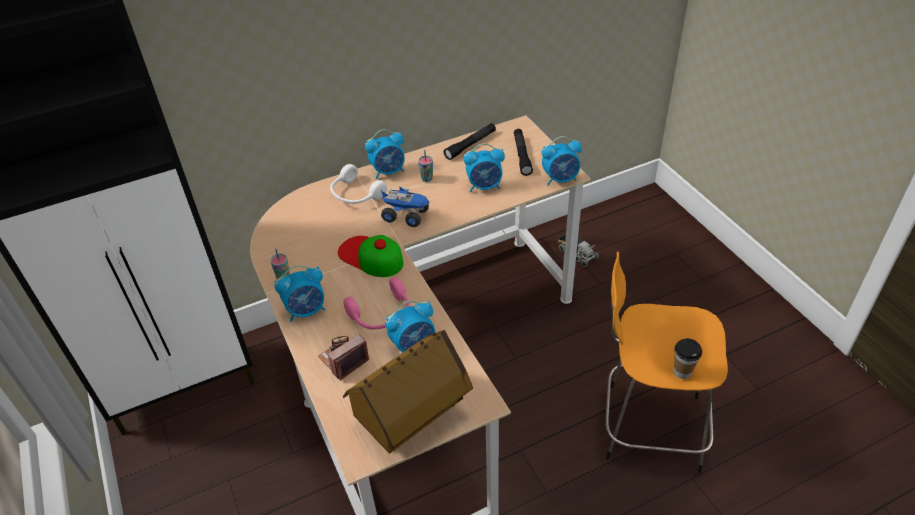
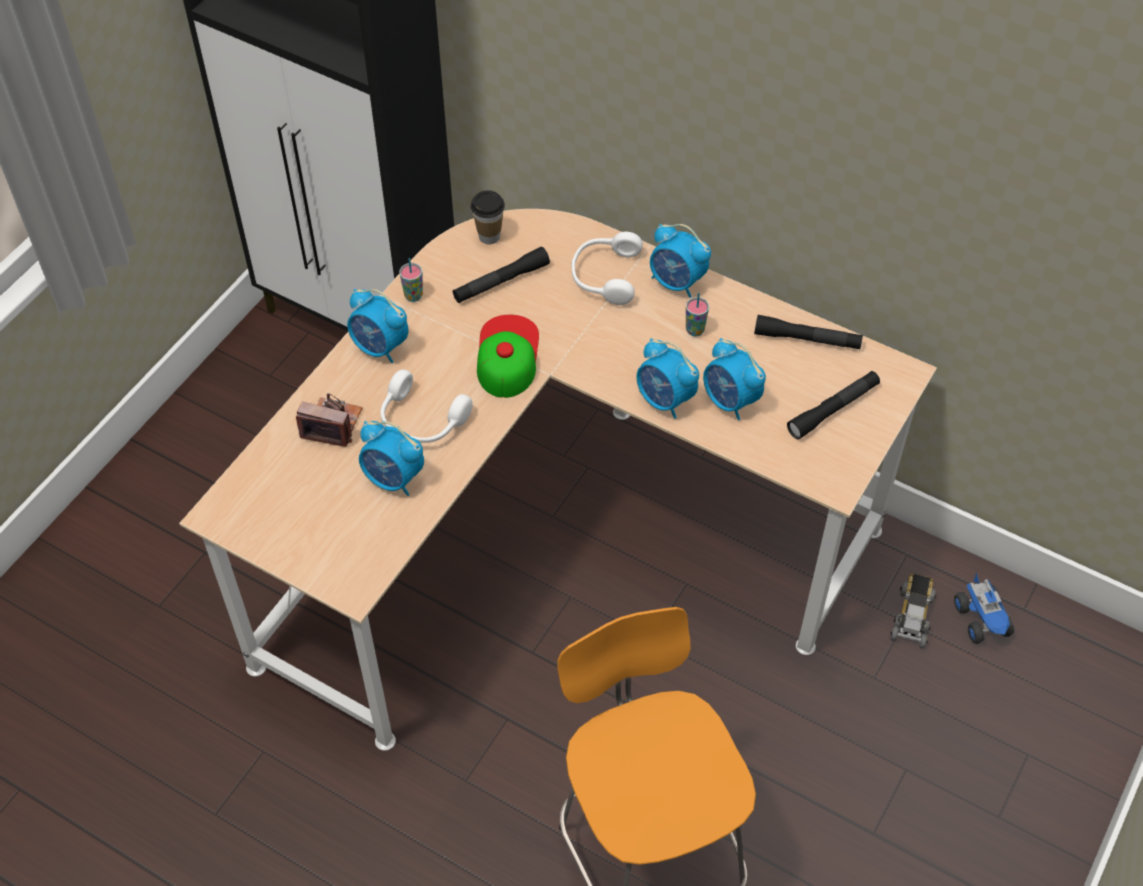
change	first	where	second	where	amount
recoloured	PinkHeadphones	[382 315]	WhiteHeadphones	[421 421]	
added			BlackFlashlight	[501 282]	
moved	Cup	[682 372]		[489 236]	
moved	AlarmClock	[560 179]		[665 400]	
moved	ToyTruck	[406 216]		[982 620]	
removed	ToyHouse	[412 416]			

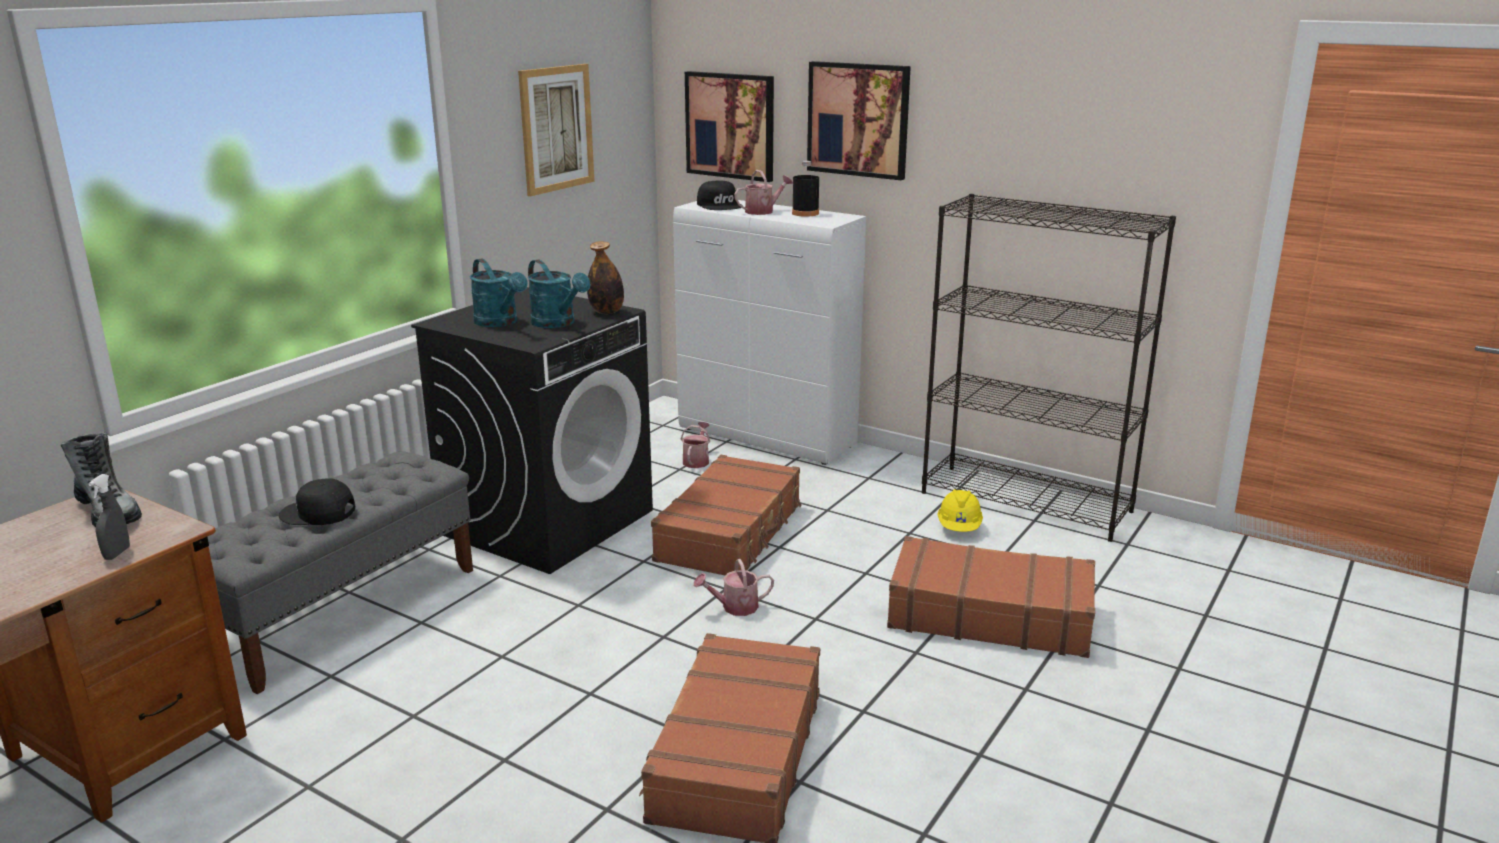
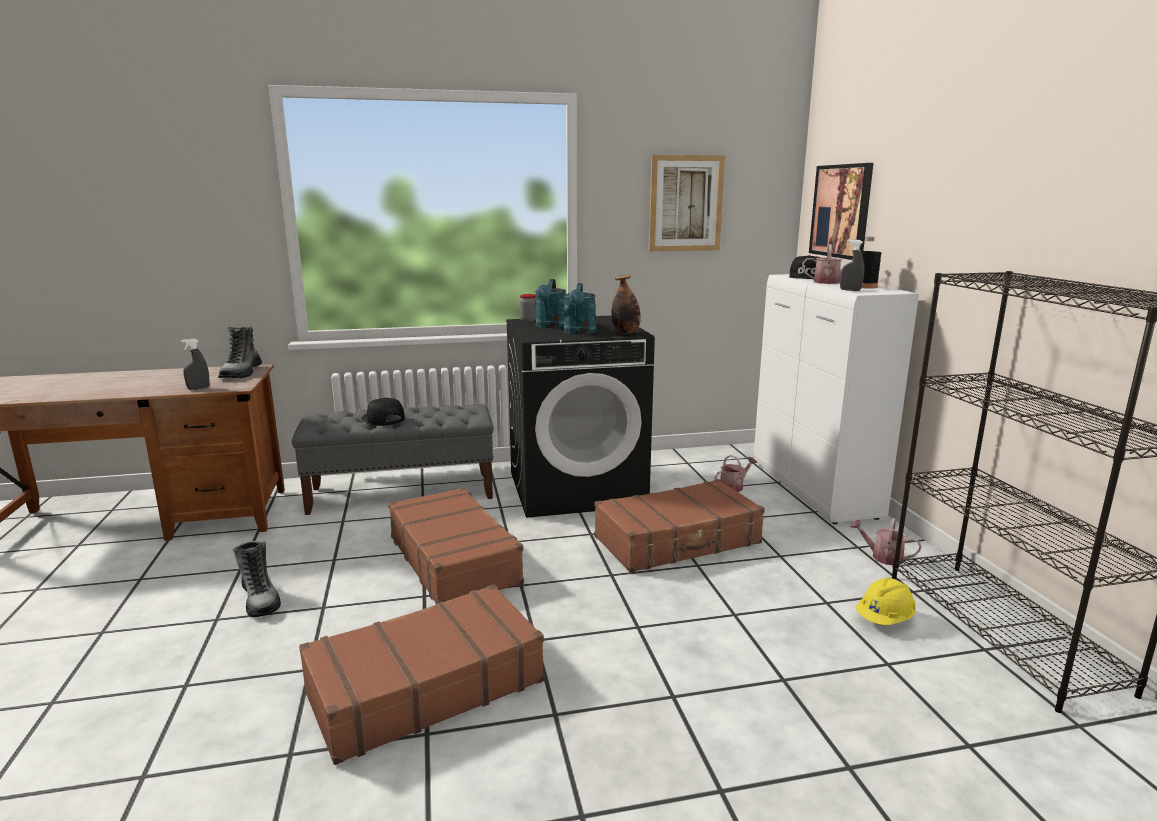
change	first	where	second	where	amount
added			Boot	[260 599]	
moved	BrownSuitcase	[989 615]		[454 559]	
added			Jar	[528 320]	
added			GreySprayBottle	[850 290]	
moved	WateringCan	[734 607]		[882 557]	
removed	Picture	[858 119]			

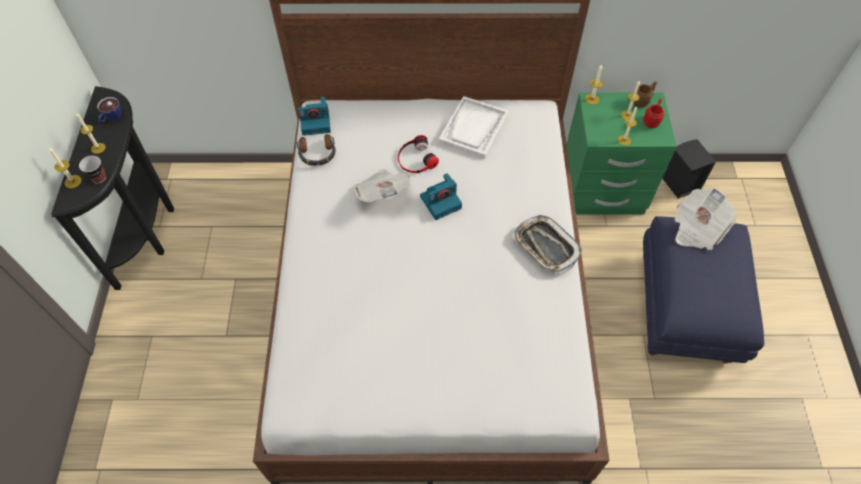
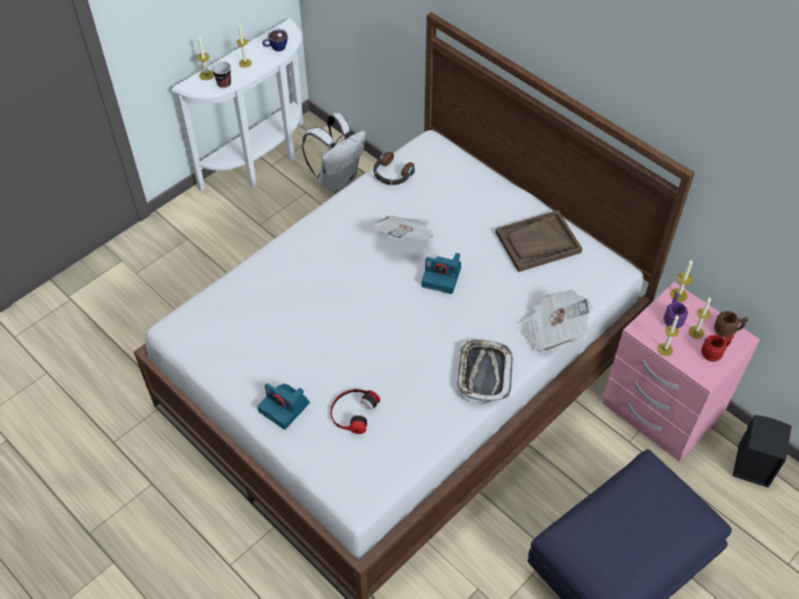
change	first	where	second	where	amount
recoloured	BlackConsoleTable	[149 230]	WhiteConsoleTable	[262 162]	
moved	PhotoCamera	[316 122]		[285 407]	
added			WhiteBackpack	[337 179]	
moved	Headphones	[416 159]		[352 412]	
recoloured	WhiteTray	[474 129]	BrownTray	[537 243]	
moved	Newspaper	[697 228]		[551 331]	
recoloured	GreenNightstand	[601 191]	PinkNightstand	[660 410]	
added			PurpleMug	[672 319]	

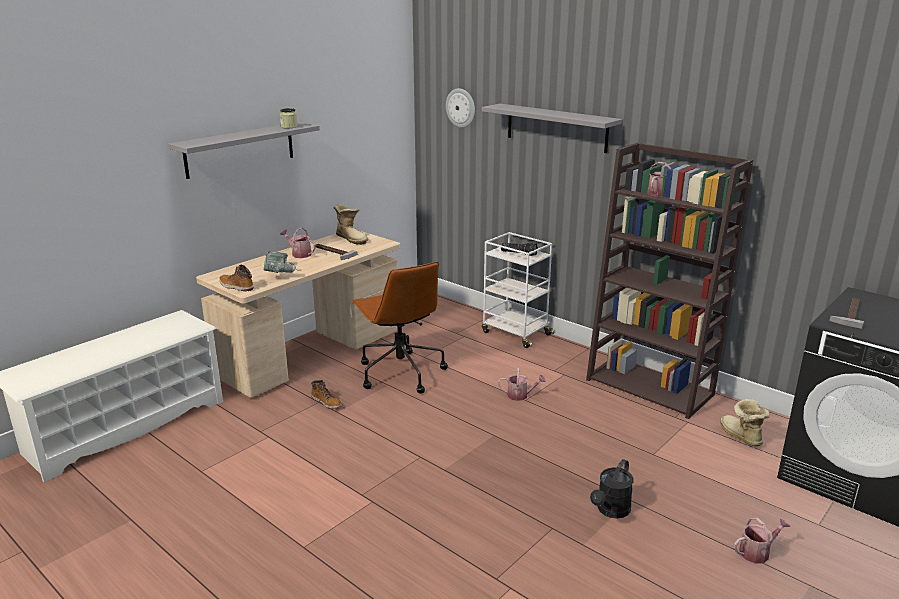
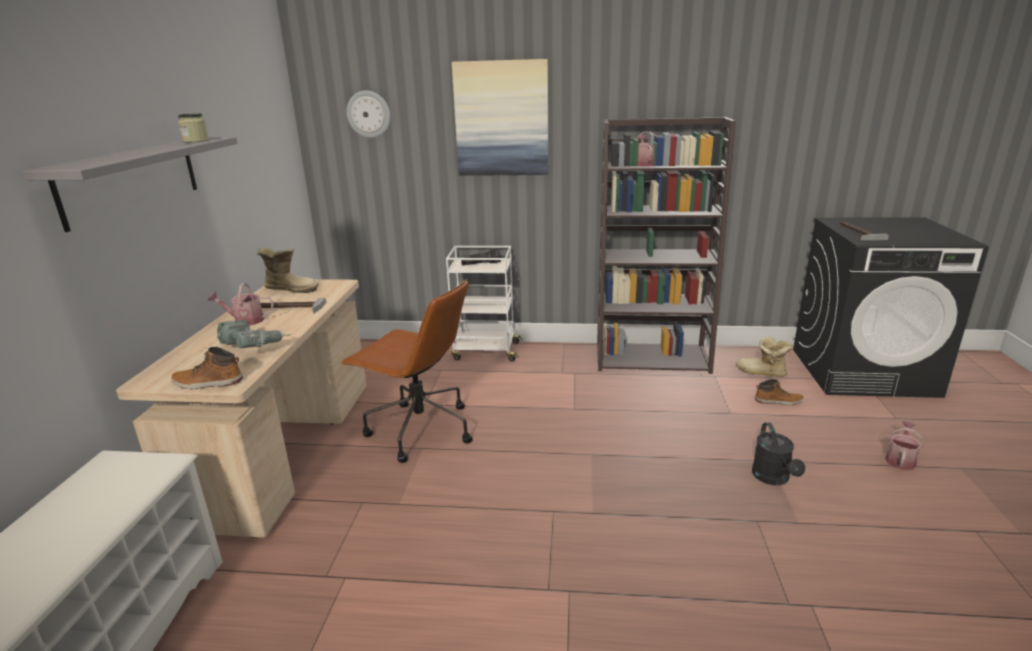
change	first	where	second	where	amount
replaced	GreyShelf	[556 127]	Picture	[501 119]	
moved	Boot	[327 402]		[778 401]	
removed	WateringCan	[520 395]			

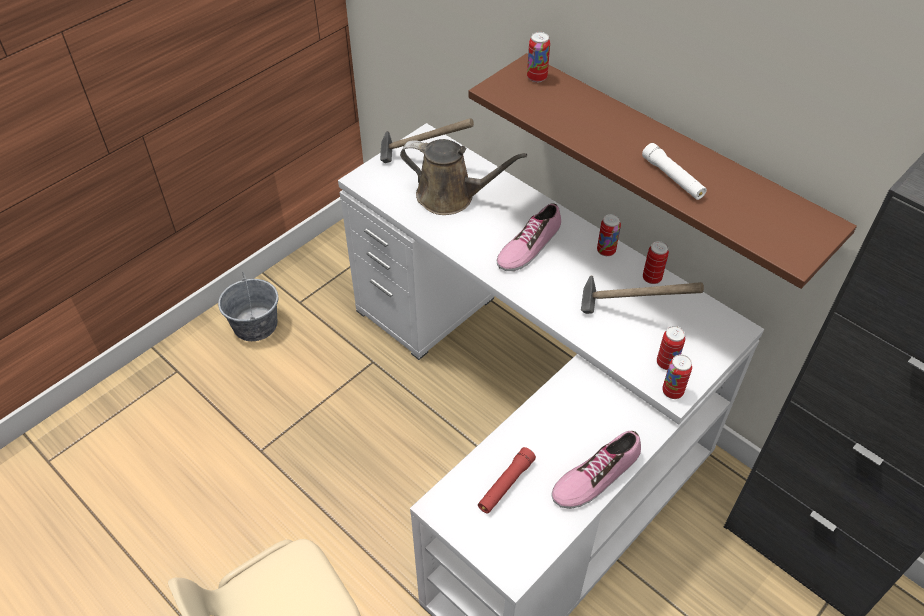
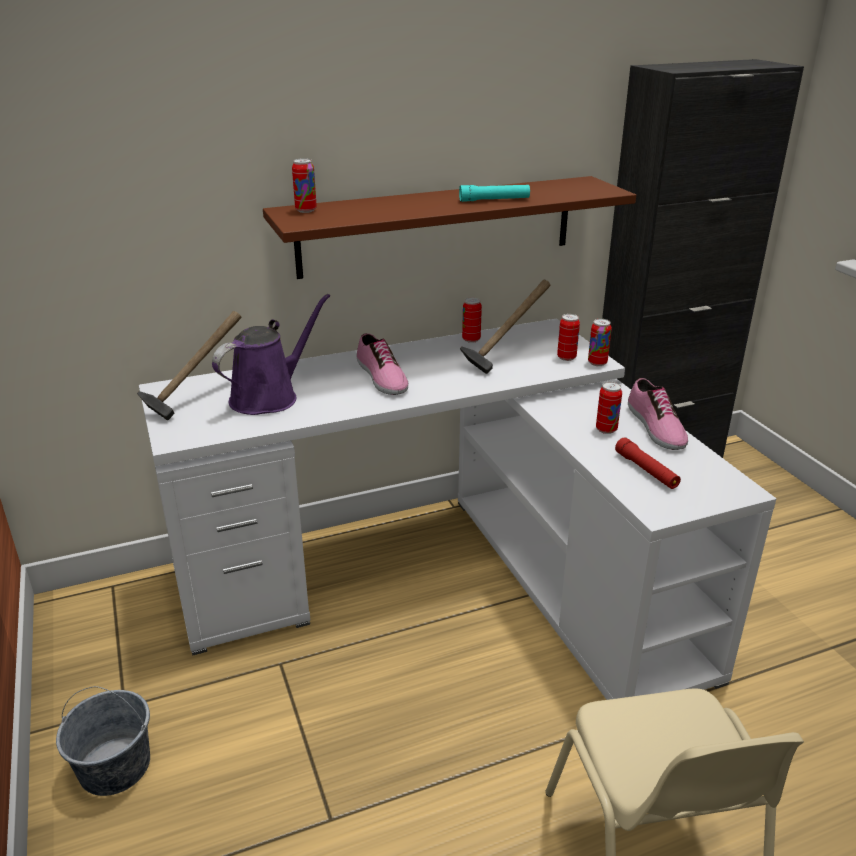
change	first	where	second	where	amount
recoloured	BrownWateringCan	[451 196]	PurpleWateringCan	[269 397]	
recoloured	WhiteFlashlight	[672 178]	TurquoiseFlashlight	[494 200]	
moved	Can	[606 251]		[606 429]	

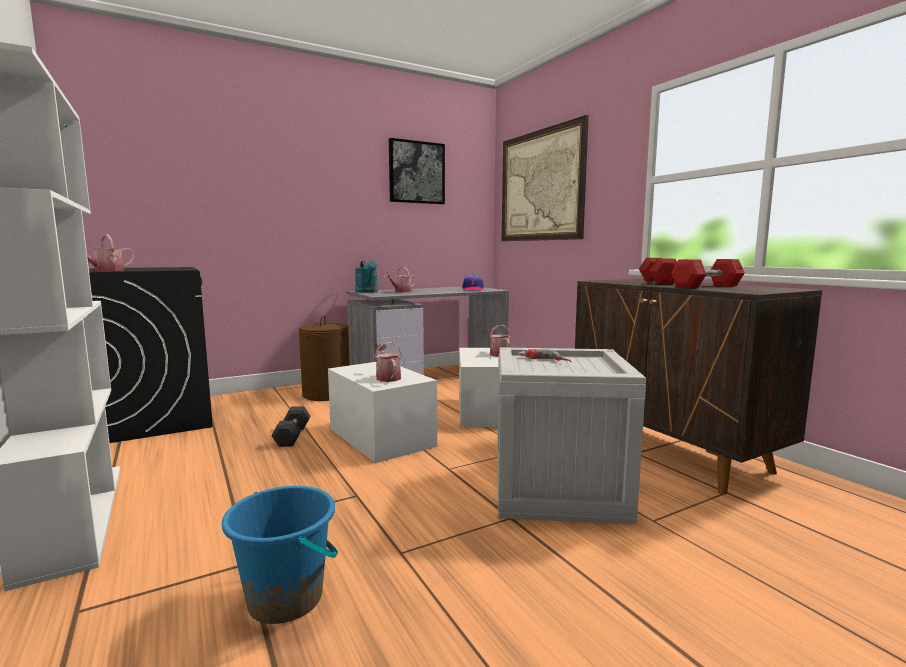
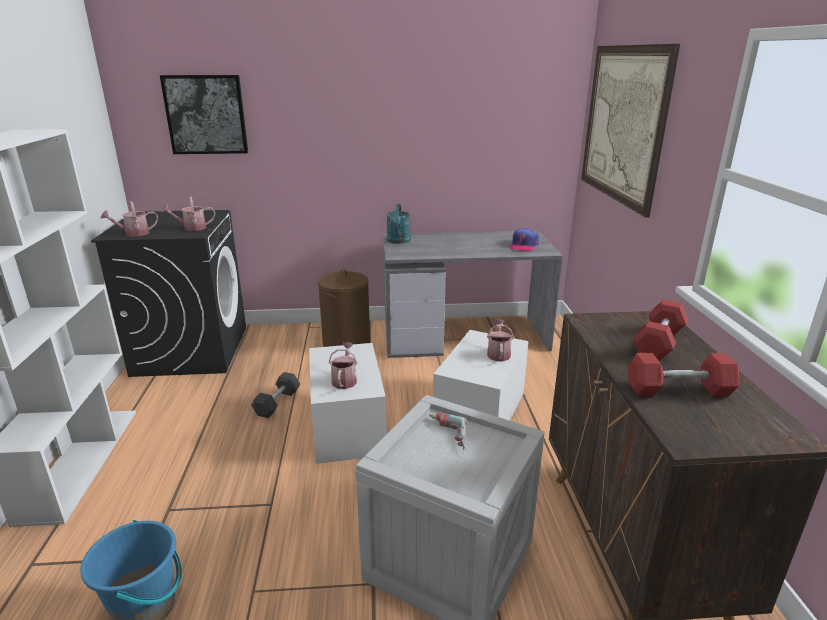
change	first	where	second	where	amount
moved	Picture	[416 172]		[206 115]	
moved	WateringCan	[401 291]		[191 228]	

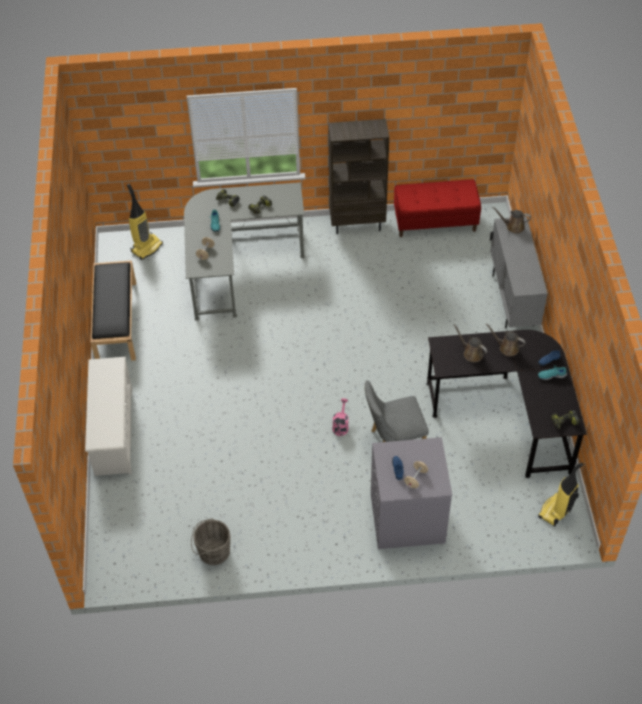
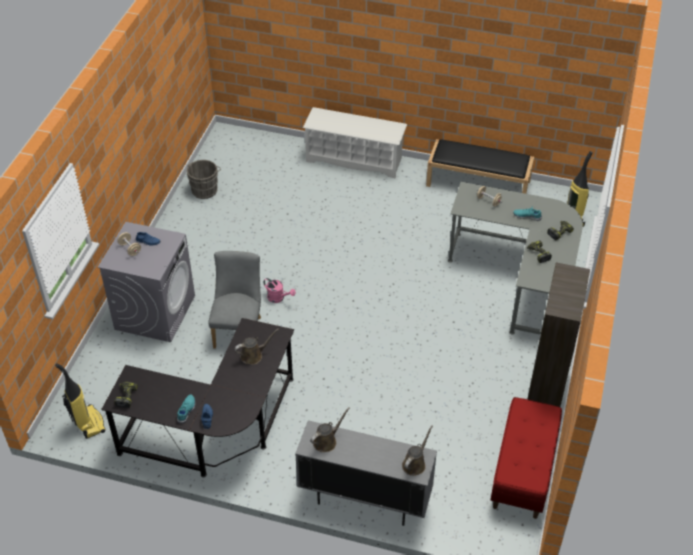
change	first	where	second	where	amount
moved	BrownWateringCan	[506 348]		[326 441]	

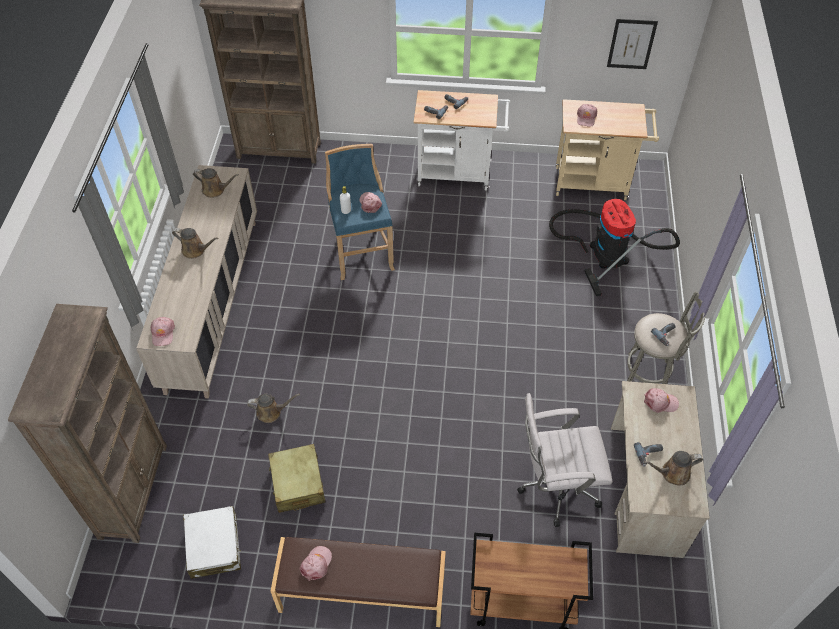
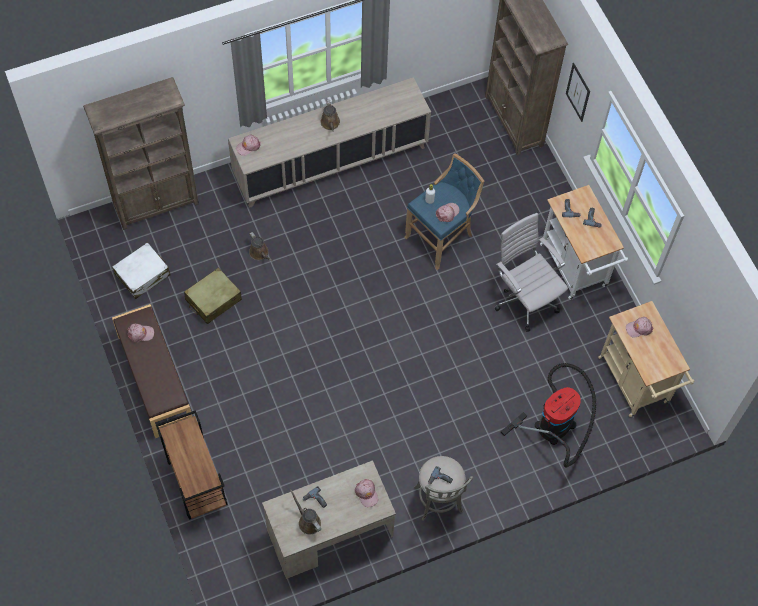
change	first	where	second	where	amount
moved	WhiteOfficeChair	[555 487]		[524 299]	
moved	Picture	[631 44]		[578 92]	
removed	BrownWateringCan	[215 190]			

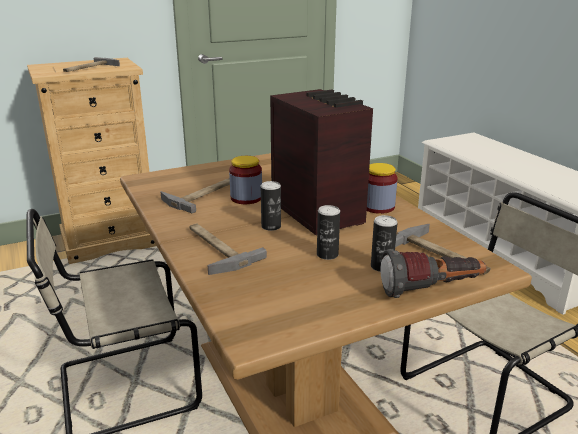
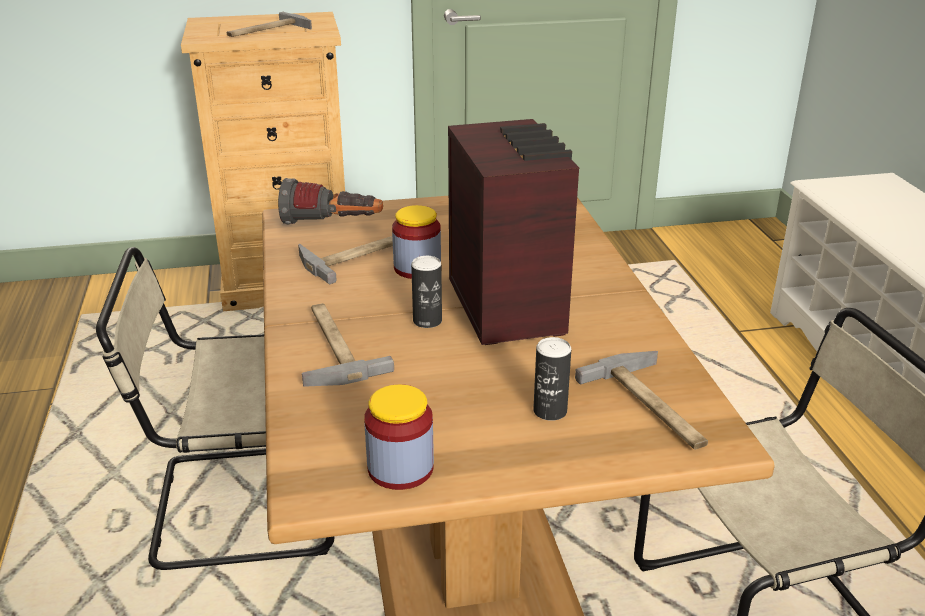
change	first	where	second	where	amount
moved	Flashlight	[431 291]		[332 225]	
moved	Jar	[378 207]		[400 468]	
removed	Can	[327 255]			

